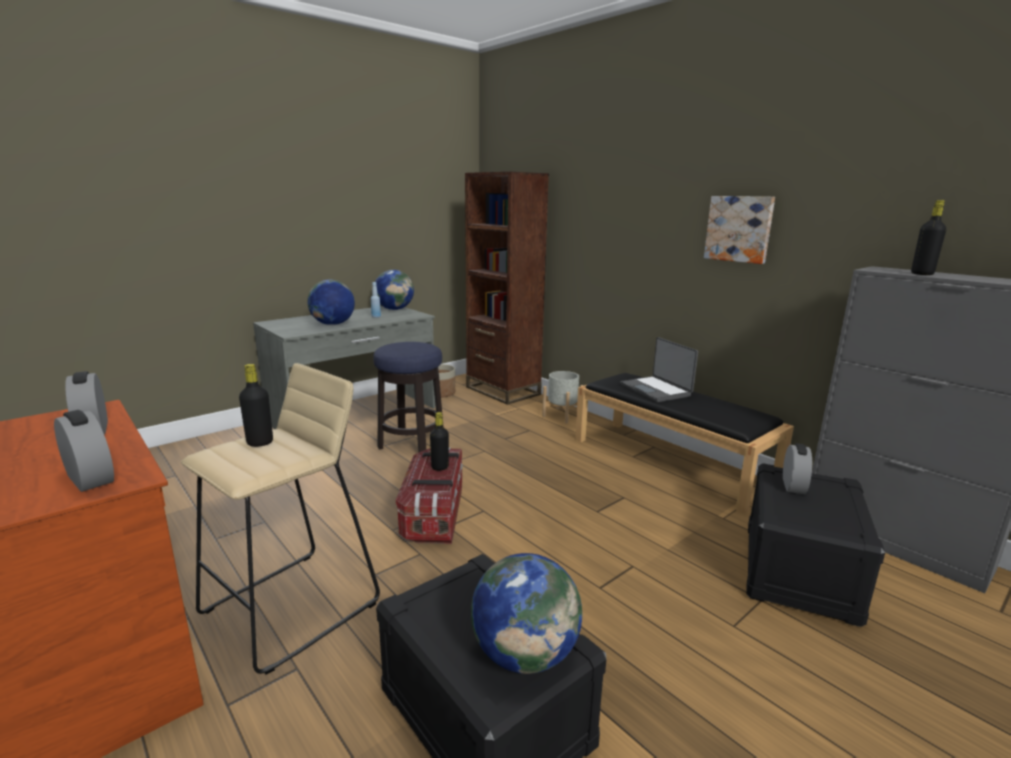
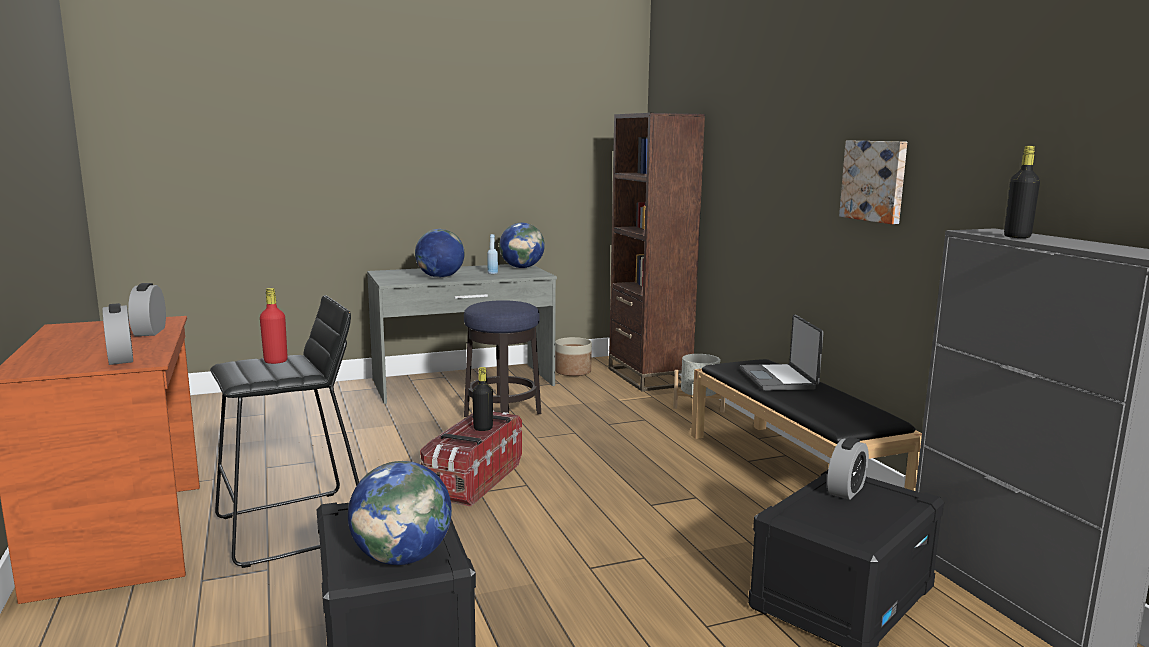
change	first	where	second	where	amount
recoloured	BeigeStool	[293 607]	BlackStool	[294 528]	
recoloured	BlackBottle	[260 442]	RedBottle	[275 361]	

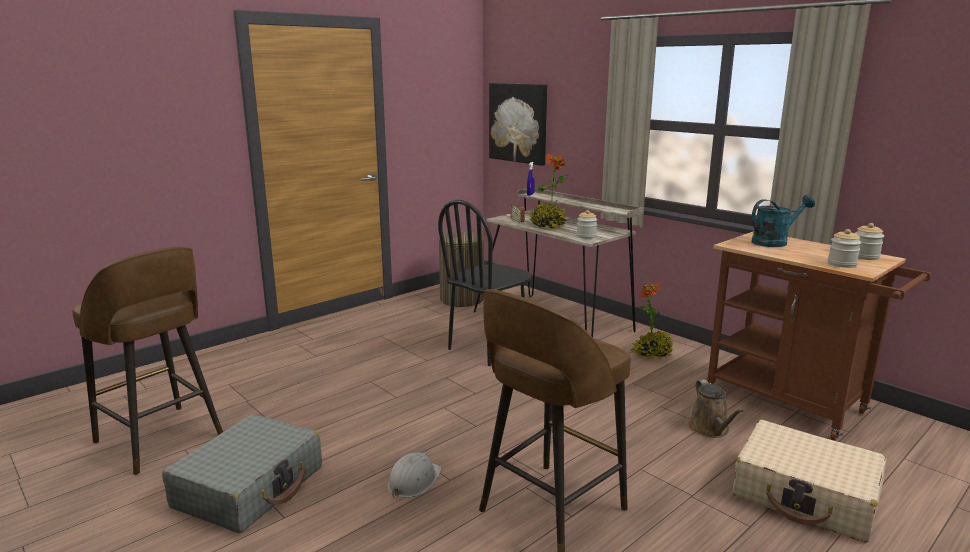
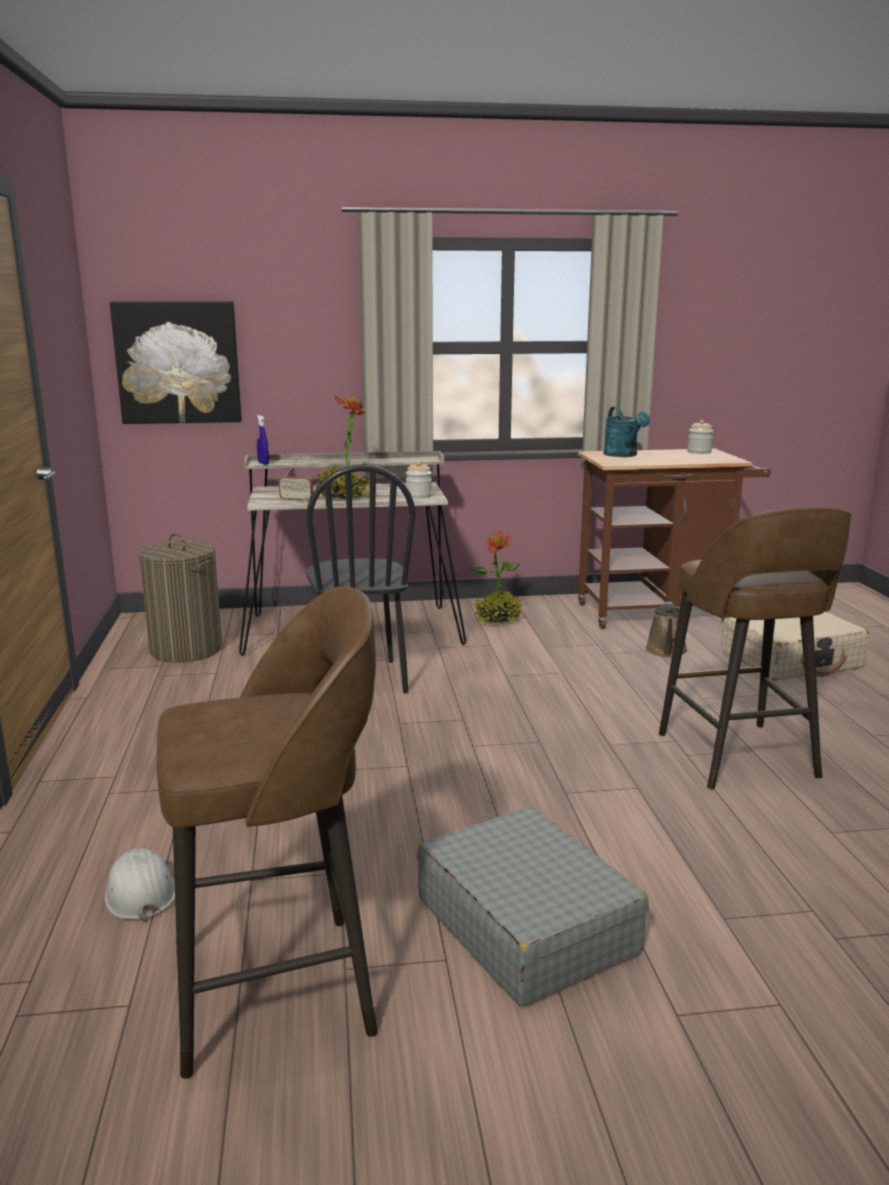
change	first	where	second	where	amount
moved	WhiteHardHat	[413 481]		[140 893]	
turned	TurquoiseWateringCan	[774 242]		[623 455]	150 degrees clockwise
turned	BrownWateringCan	[710 429]		[666 651]	75 degrees clockwise
removed	Jar	[842 264]			

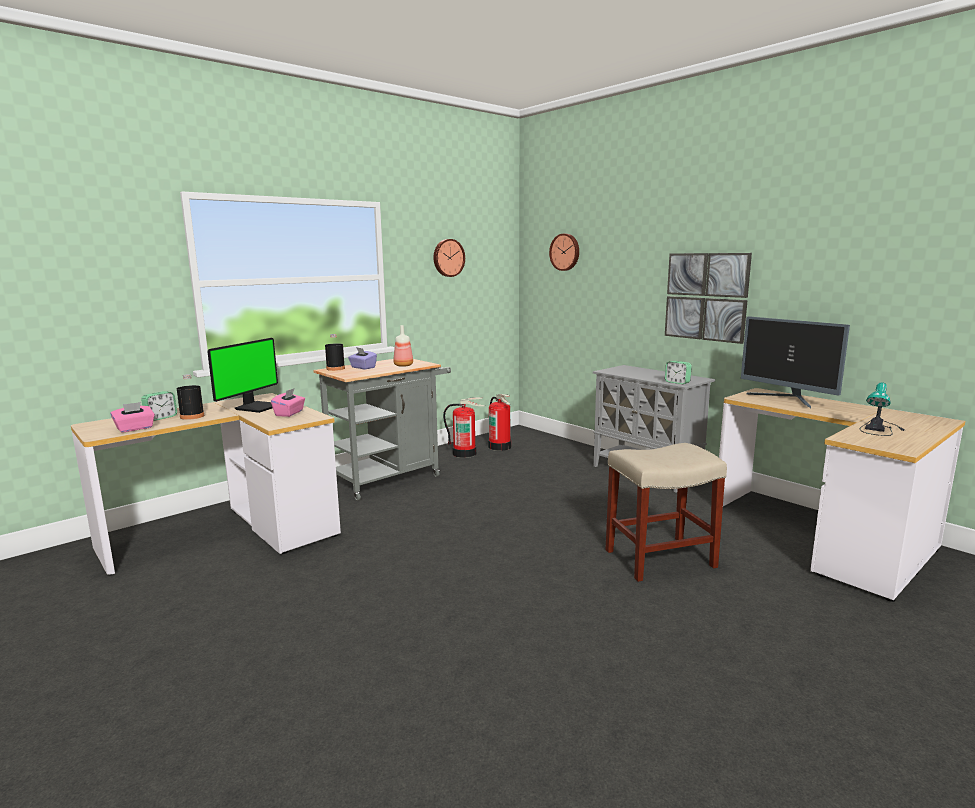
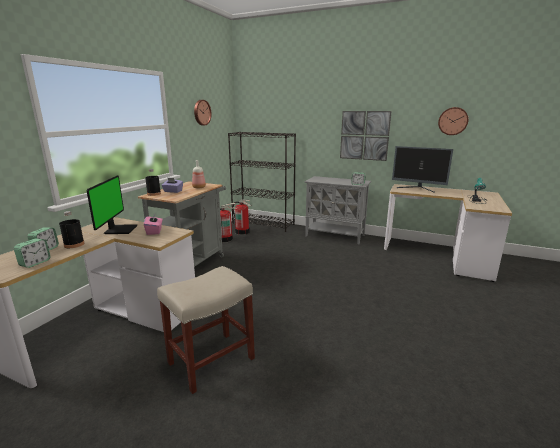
change	first	where	second	where	amount
replaced	PinkTissueBox	[135 428]	AlarmClock	[35 263]	
moved	BeigeStool	[658 559]		[210 361]	
added			BlackBookcase	[263 224]	
moved	WallClock	[565 252]		[453 121]	

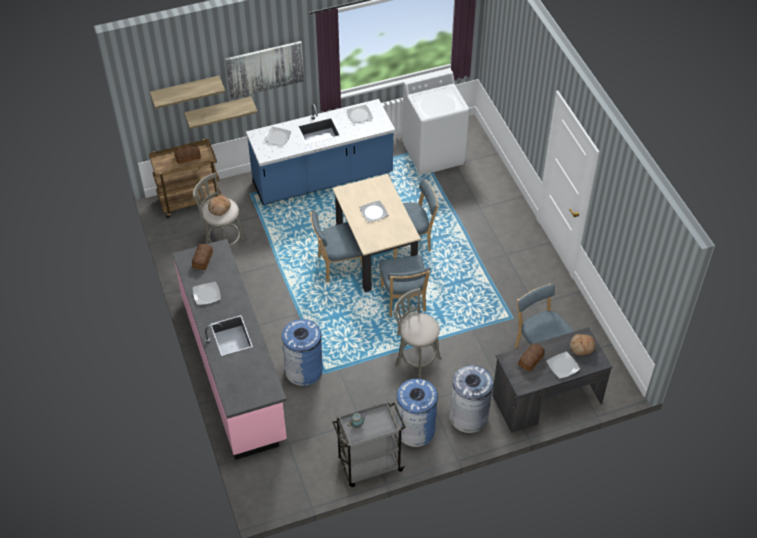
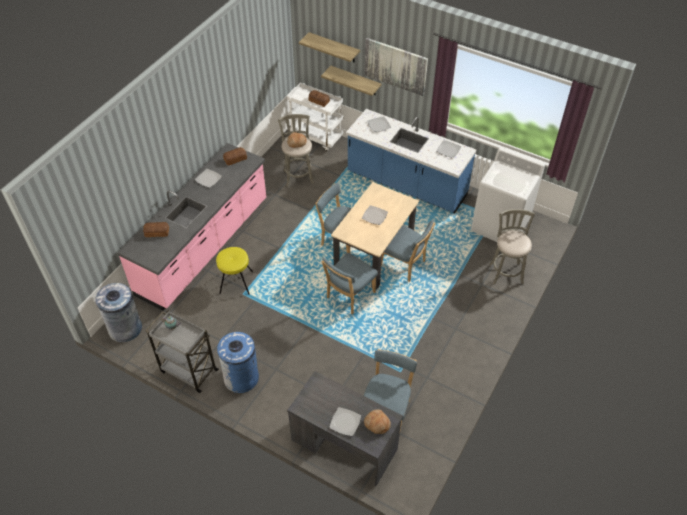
change	first	where	second	where	amount
moved	GreyTrashCan	[468 416]		[125 328]	
moved	Bread	[531 360]		[157 232]	
replaced	BlueTrashCan	[304 370]	YellowStool	[236 282]	
recoloured	BrownCart	[190 200]	WhiteCart	[317 137]	
moved	GreyStool	[416 360]		[506 272]	

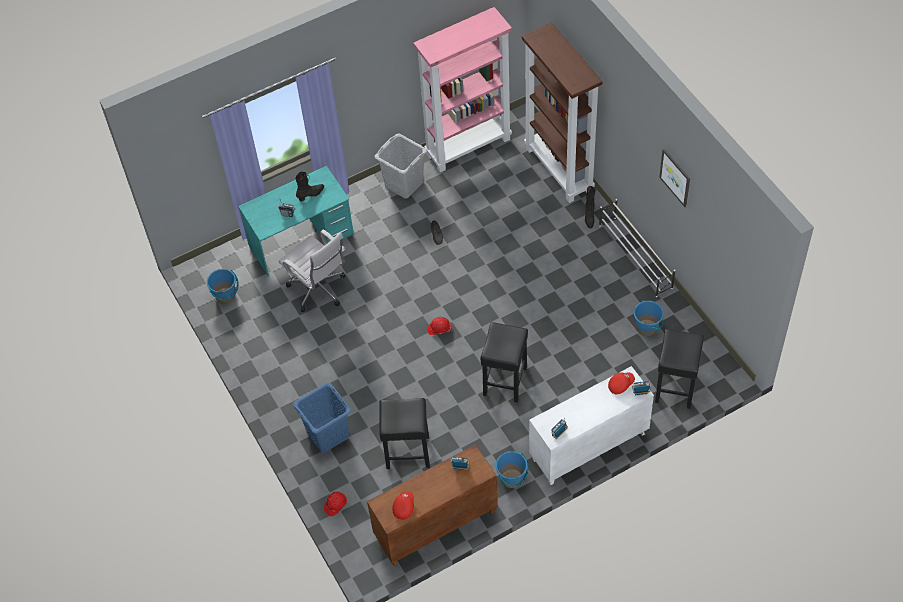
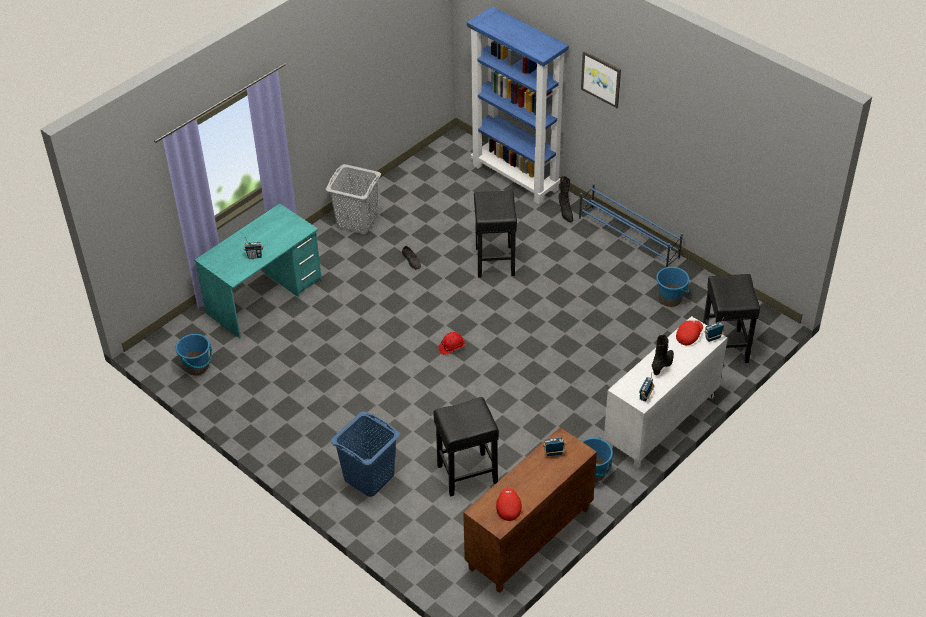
change	first	where	second	where	amount
recoloured	BrownBookcase	[559 170]	BlueBookcase	[516 177]	
moved	BlackStool	[505 380]		[494 261]	
recoloured	WhiteShoeRack	[635 257]	BlueShoeRack	[628 238]	
moved	Picture	[675 177]		[601 78]	
moved	BlackBoot	[311 194]		[663 365]	
removed	WhiteOfficeChair	[319 290]			
removed	RedHardHat	[335 505]			
removed	PinkBookcase	[468 146]			

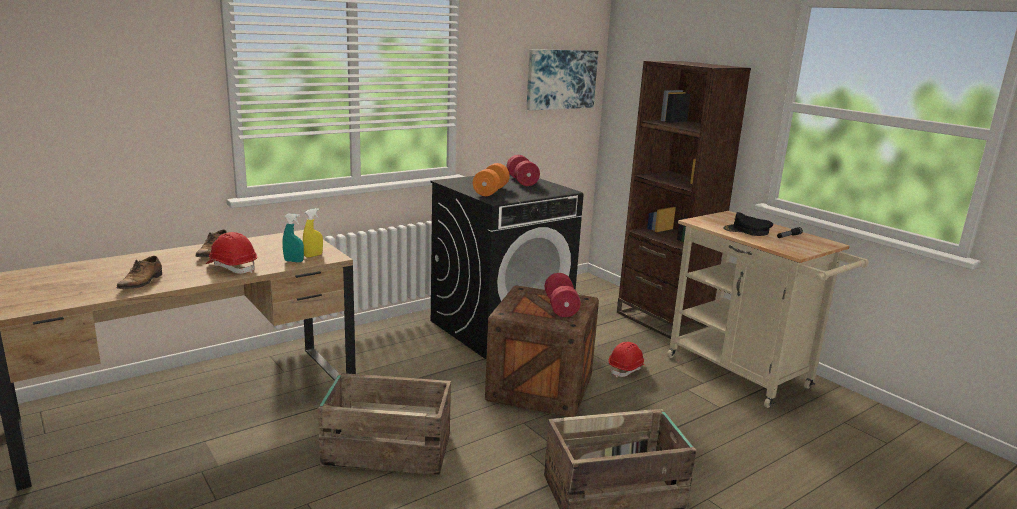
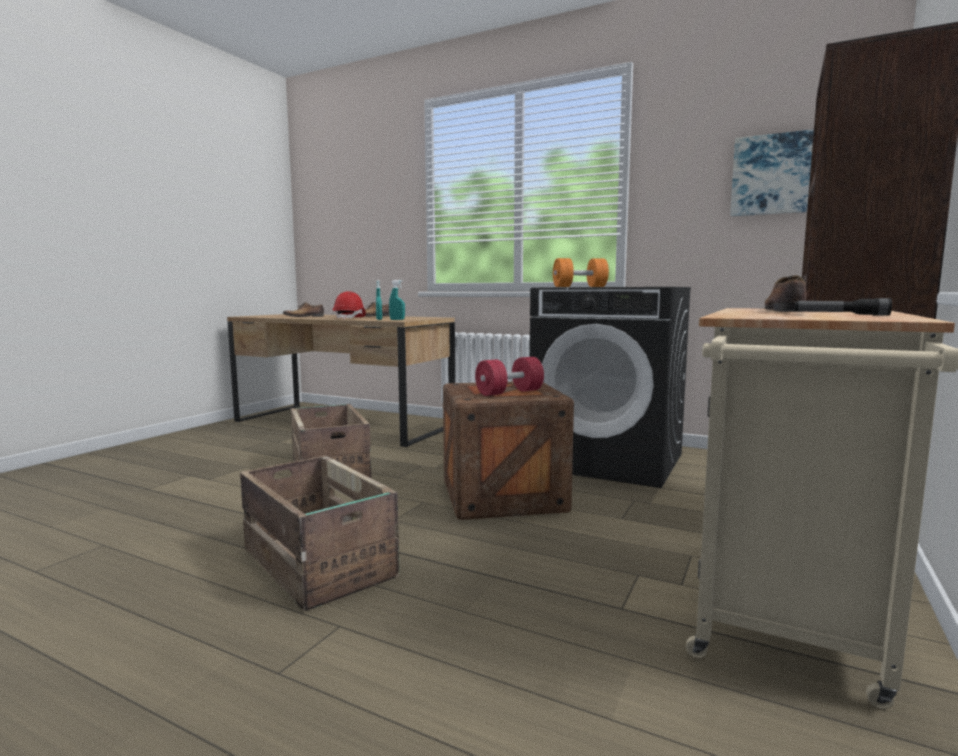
change	first	where	second	where	amount
recoloured	YellowSprayBottle	[313 255]	TurquoiseSprayBottle	[397 319]	
replaced	BlackCap	[747 231]	Shoe	[783 311]	
removed	RedDumbbell	[522 181]			
removed	RedHardHat	[626 369]			

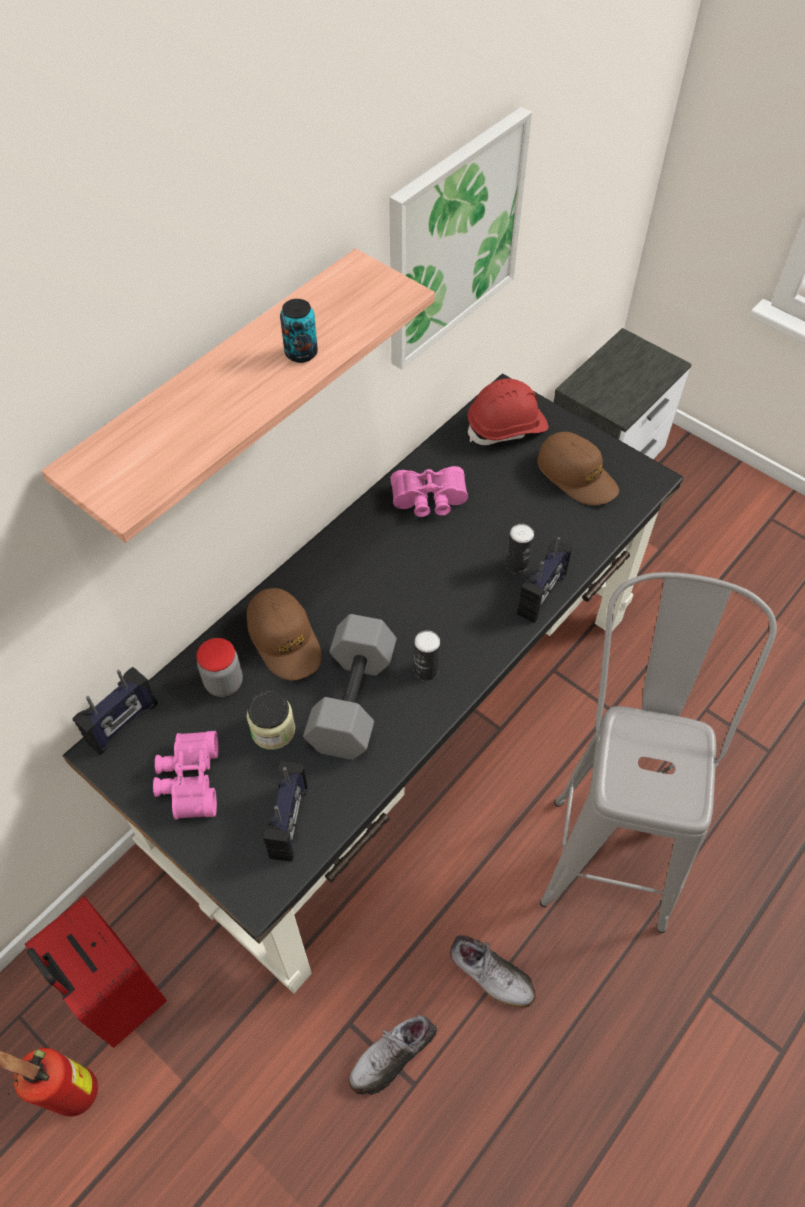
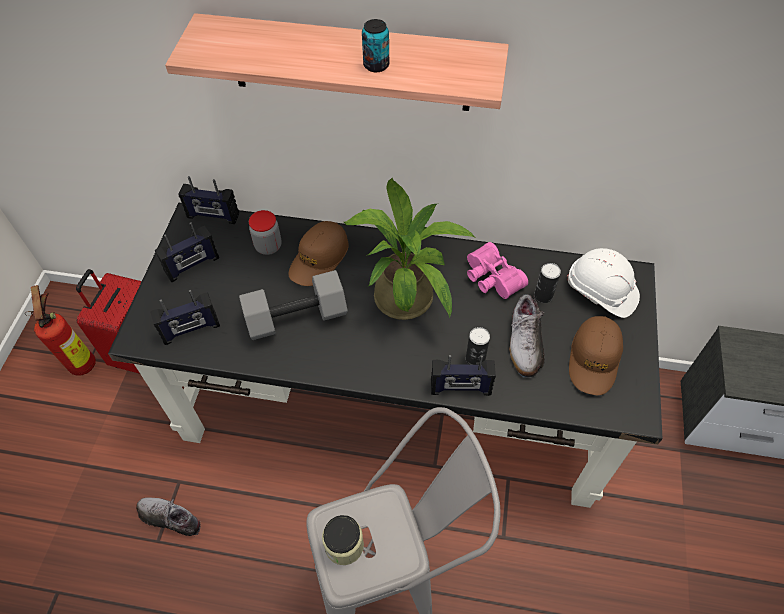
change	first	where	second	where	amount
replaced	PinkBinoculars	[188 780]	Radio	[192 266]	
moved	Jar	[273 730]		[344 545]	
added			PottedPlant	[404 291]	
moved	Shoe	[491 975]		[525 342]	
moved	Can	[426 670]		[543 295]	
recoloured	RedHardHat	[507 427]	WhiteHardHat	[601 291]	
removed	Picture	[453 240]			

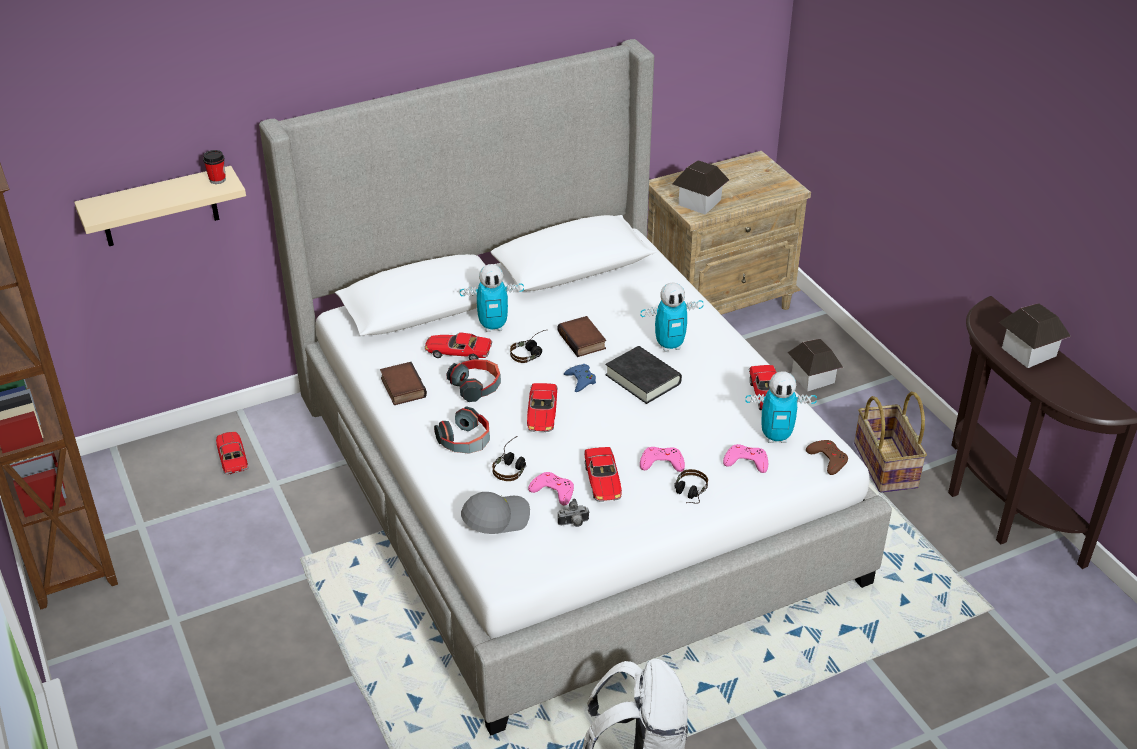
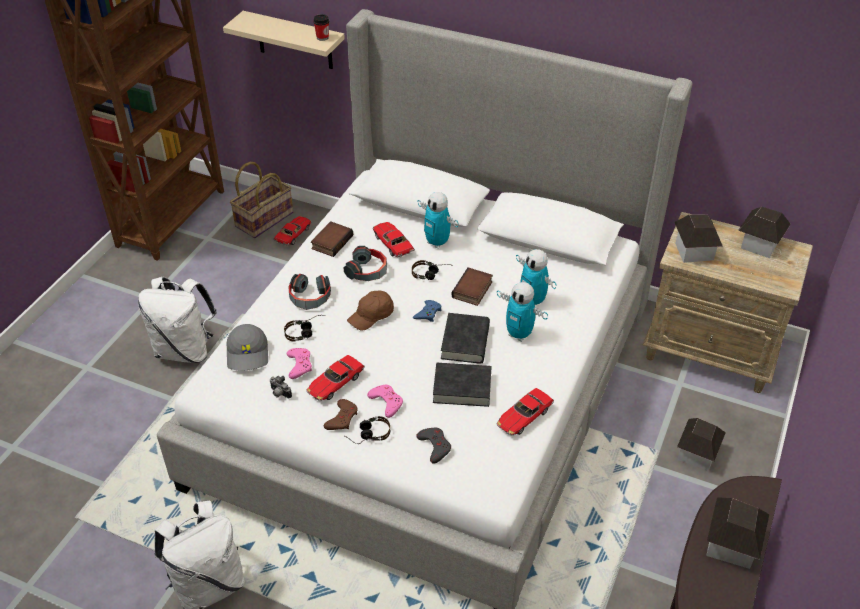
change	first	where	second	where	amount
added			WhiteBackpack	[185 350]	
turned	GreyCap	[495 518]		[248 354]	60 degrees clockwise
moved	Basket	[884 465]		[264 219]	
moved	BrownGameController	[827 459]		[342 418]	
replaced	ToyCar	[542 414]	BrownCap	[372 316]	
recoloured	PinkGameController	[746 462]	GreyGameController	[434 446]	
added			BlackBook	[462 388]	
moved	ToyRobot	[776 437]		[532 301]	
added			ToyHouse	[759 244]	

